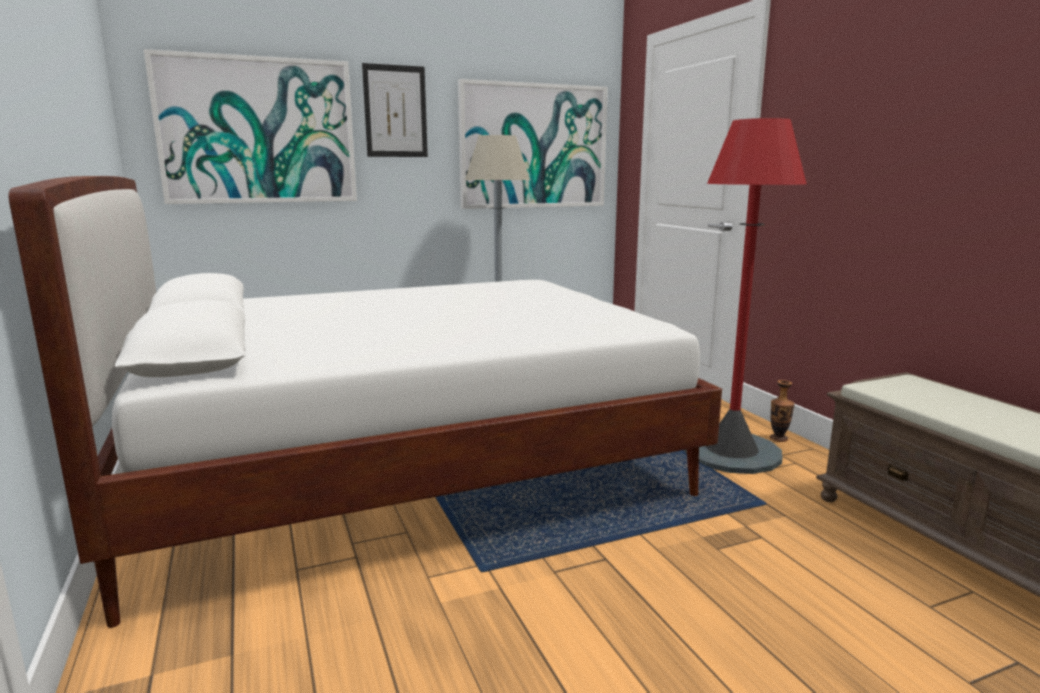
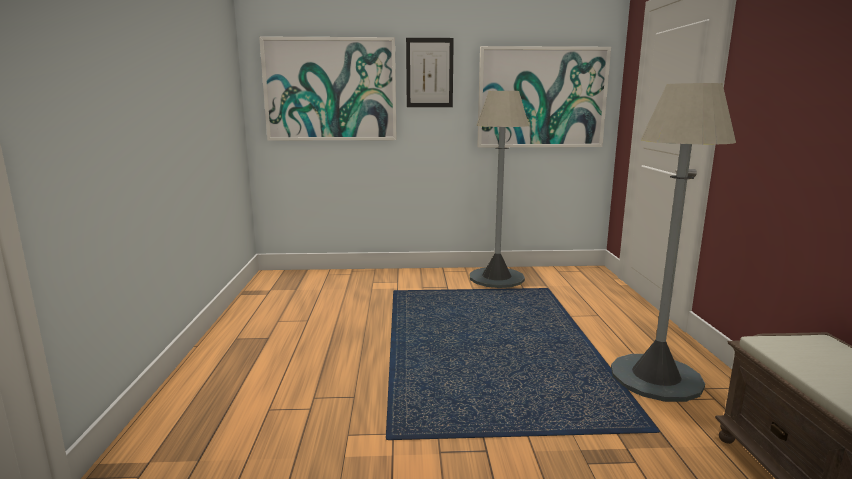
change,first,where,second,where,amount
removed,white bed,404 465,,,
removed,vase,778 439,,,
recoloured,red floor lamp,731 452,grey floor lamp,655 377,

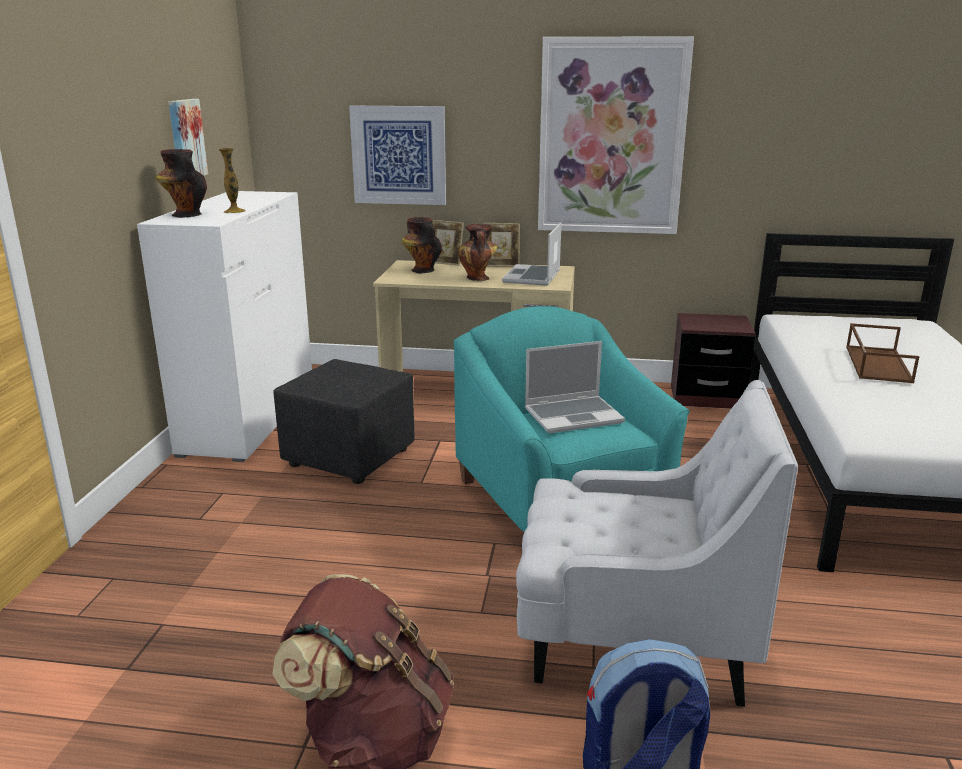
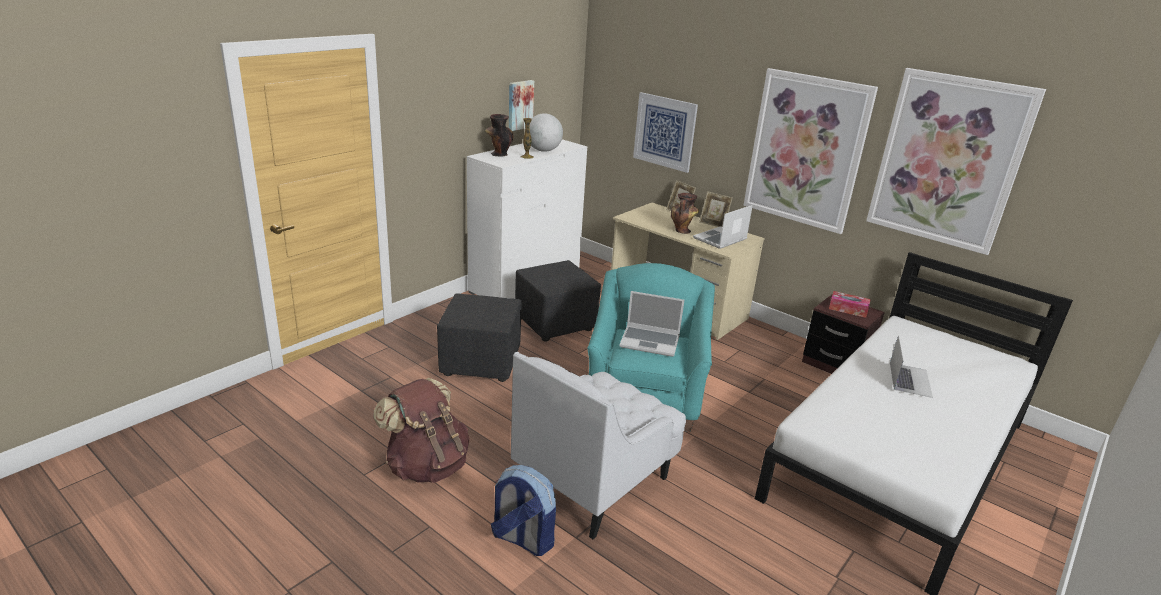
change,first,where,second,where,amount
removed,vase,421 270,,,
added,,,black ottoman,481 362,
added,,,globe,543 150,
added,,,tissue box,848 309,
added,,,picture,948 161,
replaced,brown tray,876 363,laptop,910 379,
turned,white armchair,633 639,,595 481,90 degrees clockwise

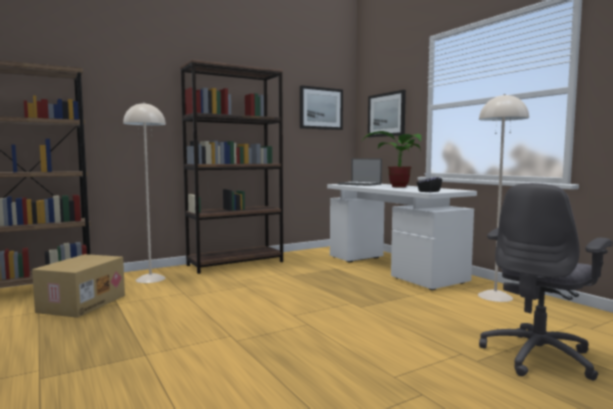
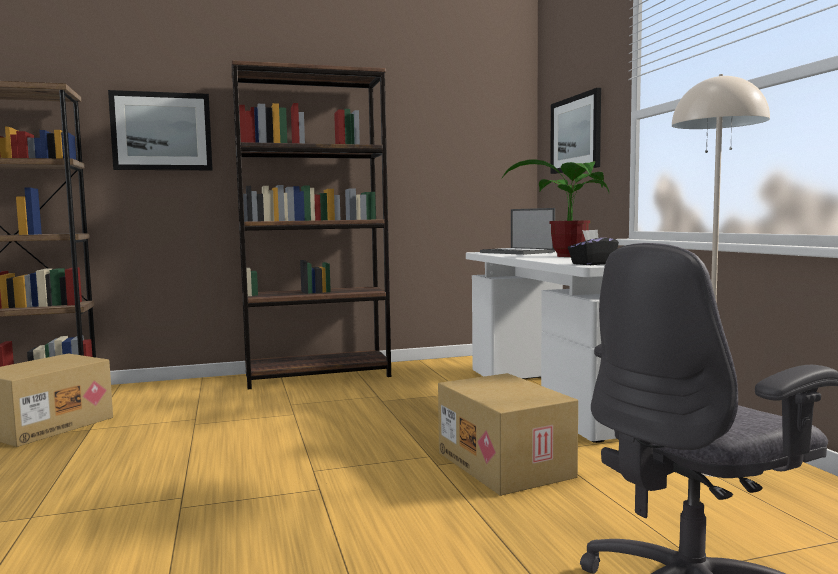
change,first,where,second,where,amount
removed,beige floor lamp,150 279,,,
added,,,cardboard box,506 464,
moved,picture,321 108,,162 131,

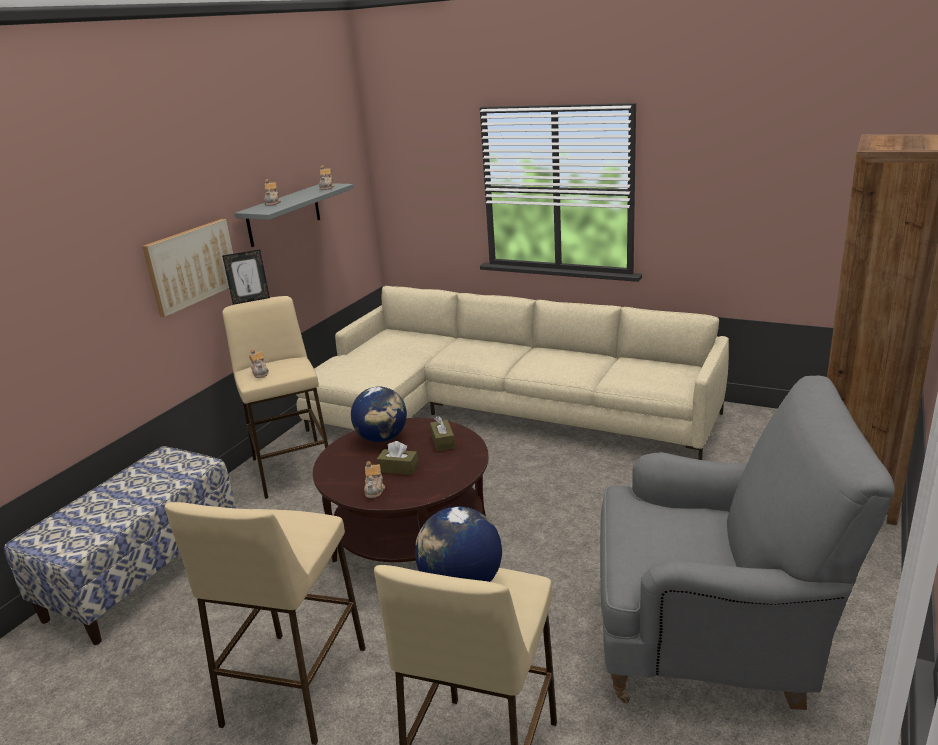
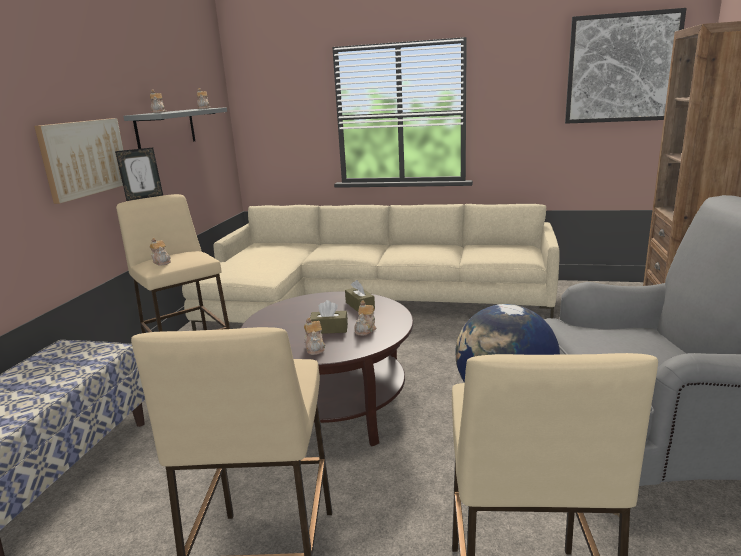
change,first,where,second,where,amount
removed,globe,382 438,,,
added,,,teapot,366 329,
added,,,picture,621 68,

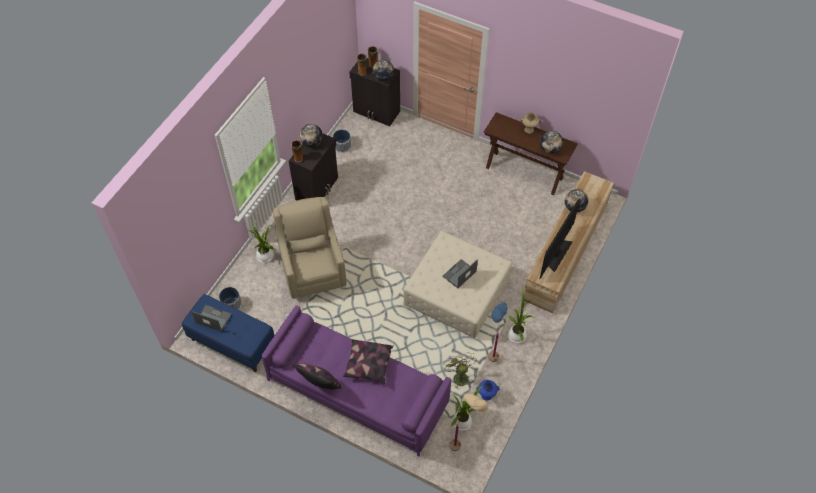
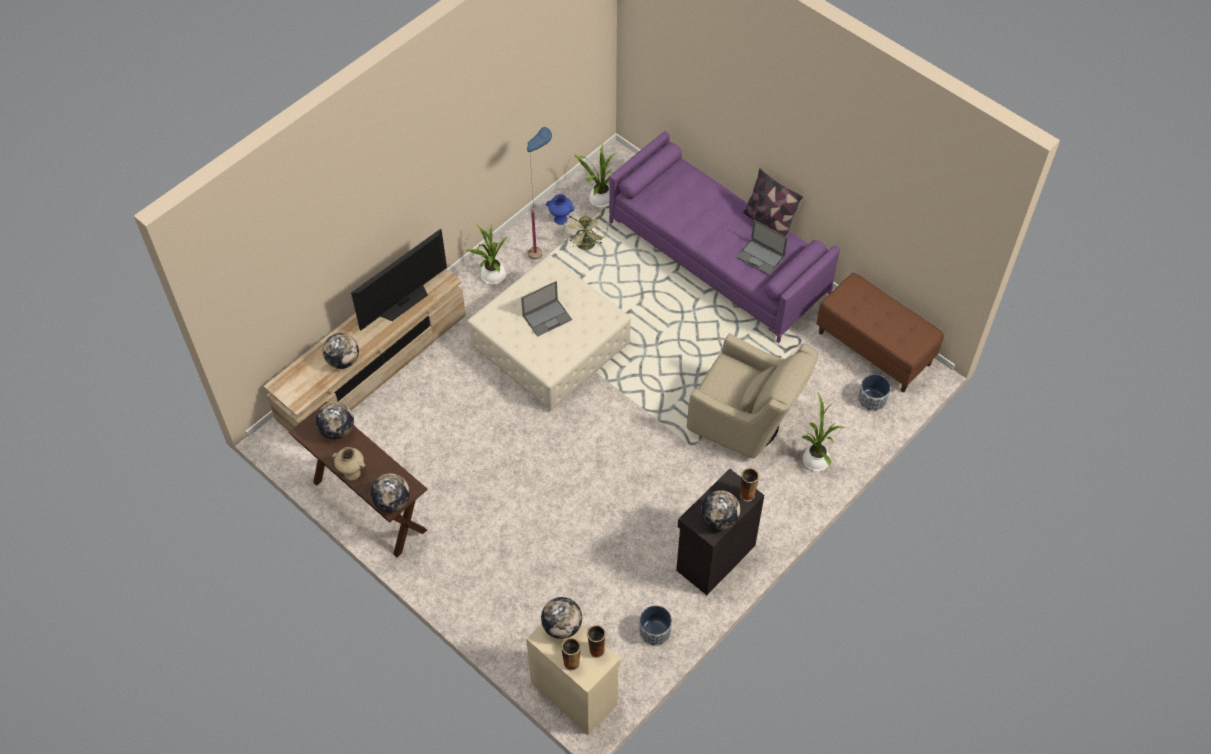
change,first,where,second,where,amount
removed,pillow,368 365,,,
removed,beige floor lamp,463 451,,,
added,,,globe,392 502,
moved,laptop,213 318,,761 257,
recoloured,blue bench,232 343,brown bench,874 348,
recoloured,black cabinet,376 112,beige cabinet,574 692,
turned,beige armchair,313 270,,747 423,60 degrees counterclockwise

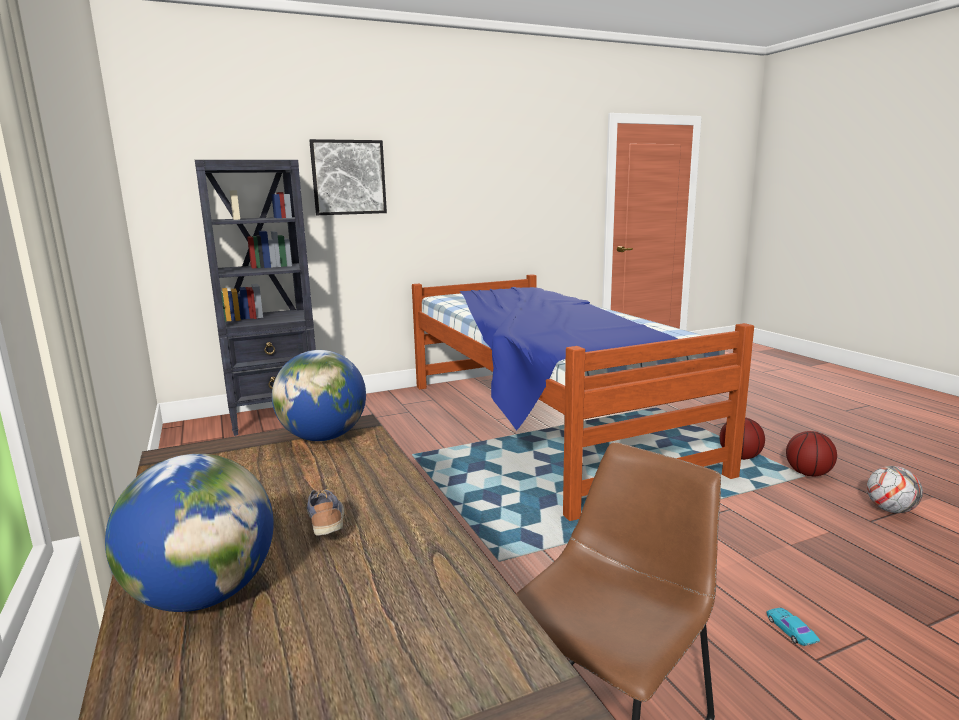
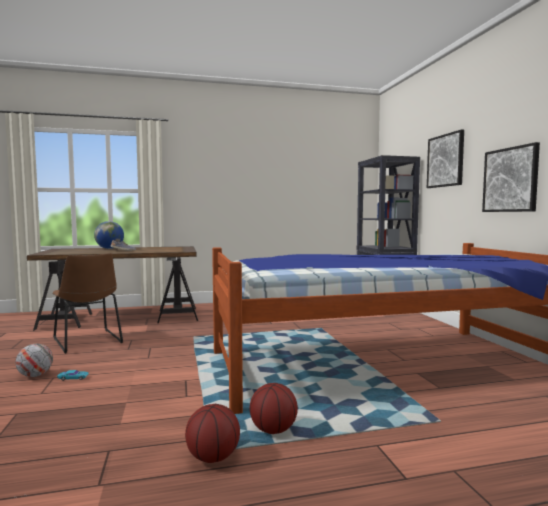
change,first,where,second,where,amount
removed,globe,323 437,,,
added,,,picture,510 180,
moved,football,890 510,,35 375,

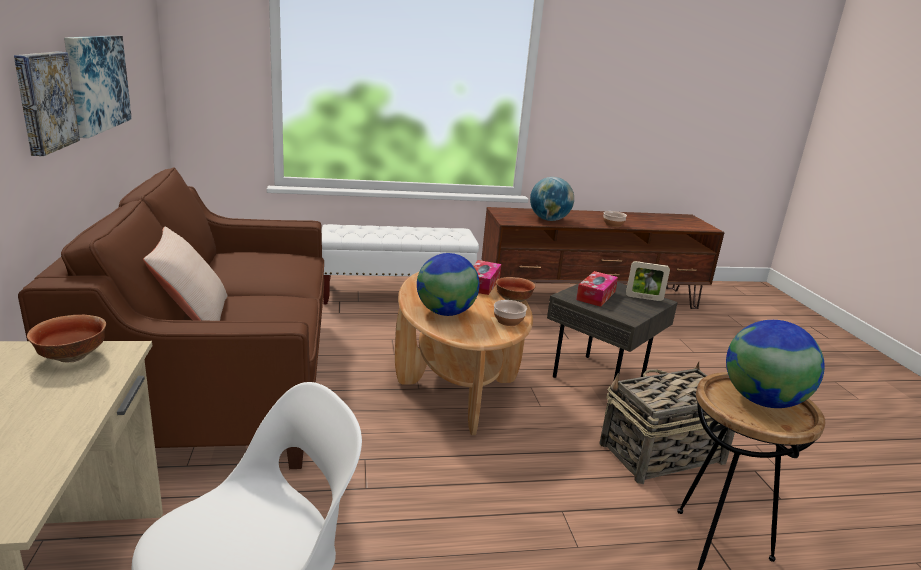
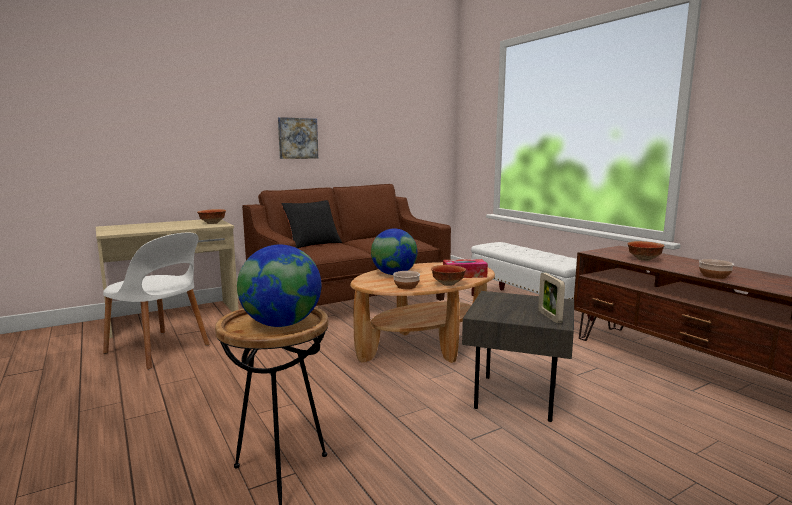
change,first,where,second,where,amount
removed,picture,96 83,,,
removed,tissue box,596 295,,,
removed,basket,660 453,,,
replaced,globe,549 220,bowl,644 259,
recoloured,beige pillow,192 315,black pillow,313 243,

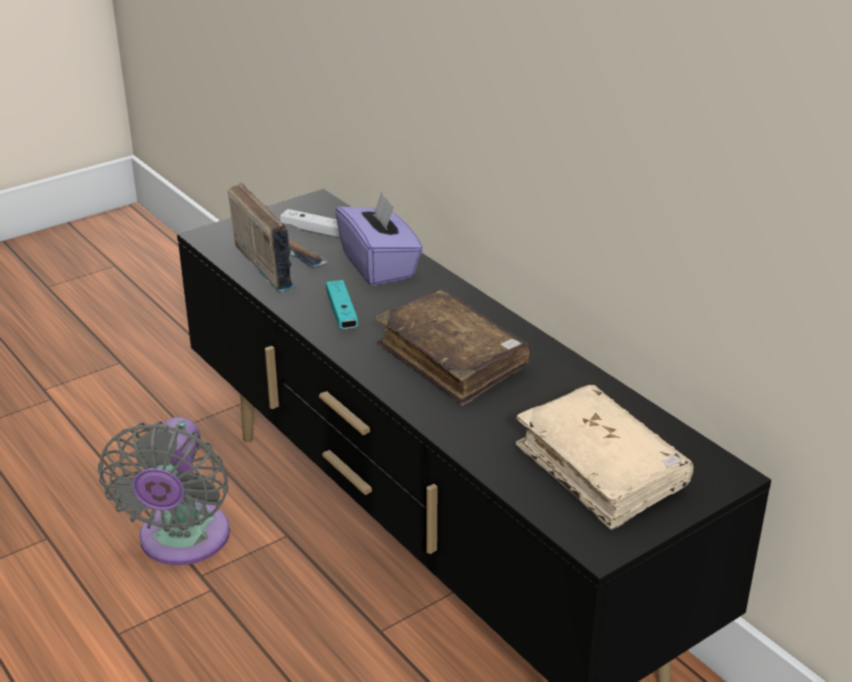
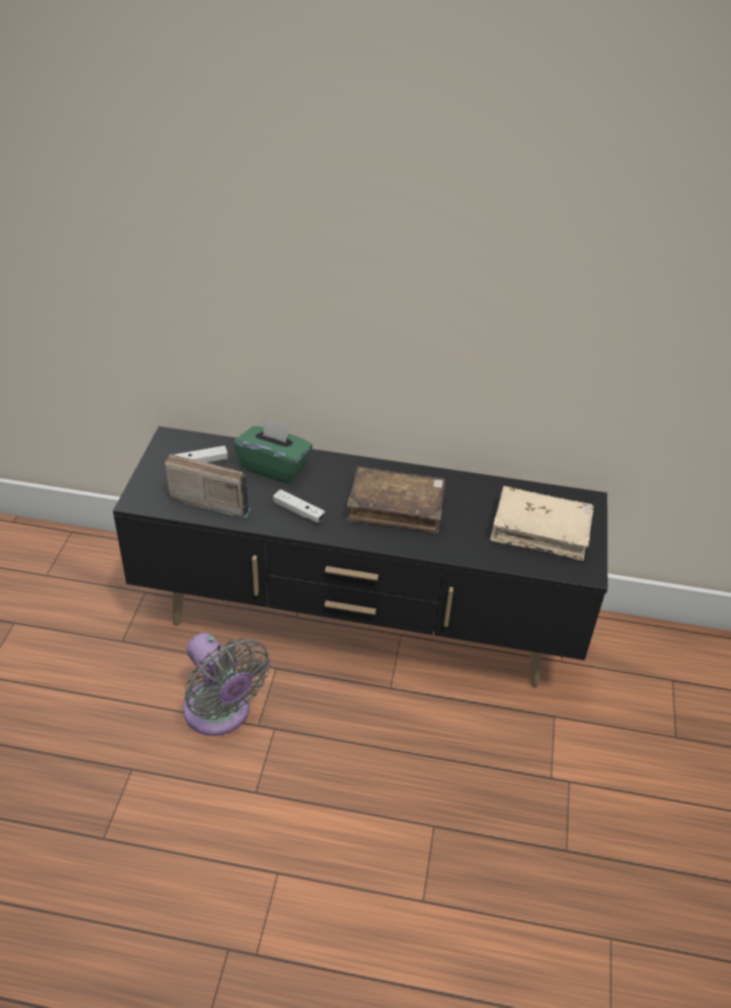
change,first,where,second,where,amount
recoloured,turquoise game controller,342 313,white game controller,298 511,
recoloured,purple tissue box,379 266,green tissue box,274 467,

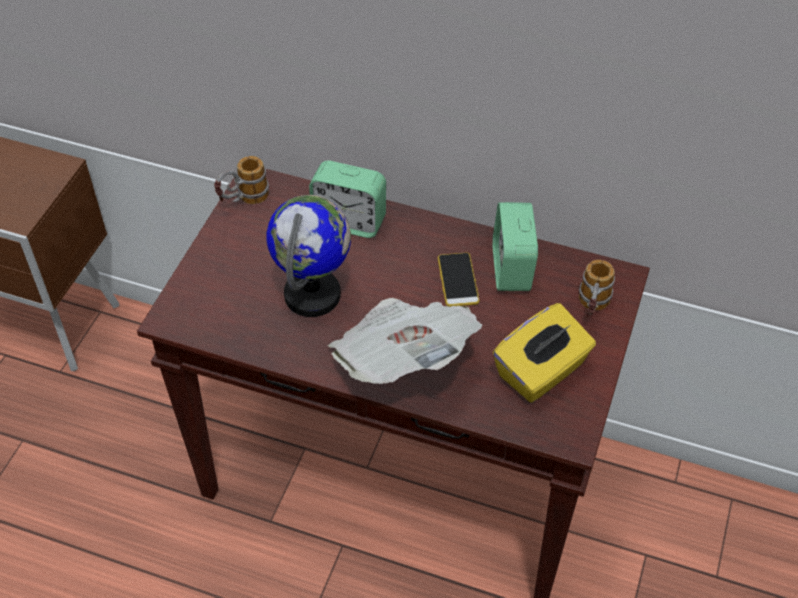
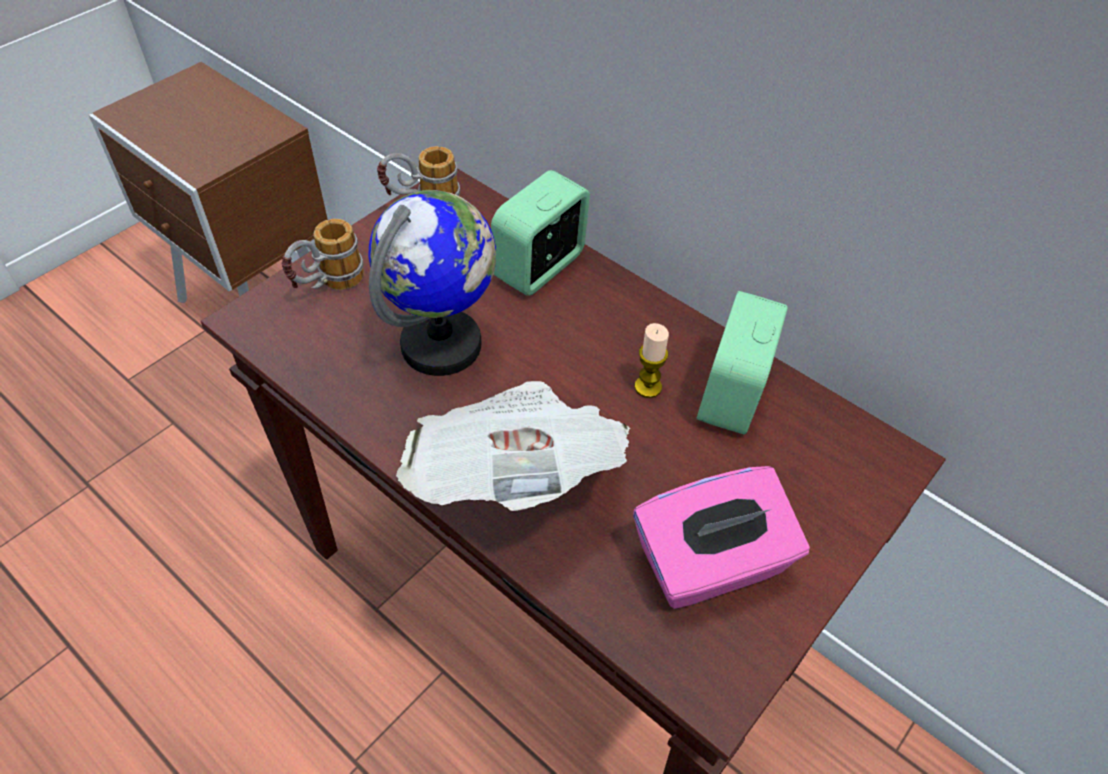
change,first,where,second,where,amount
moved,mug,591 310,,328 287,
replaced,phone,458 280,candle,648 387,
recoloured,yellow tissue box,541 372,pink tissue box,711 564,
turned,alarm clock,349 221,,540 267,90 degrees clockwise

